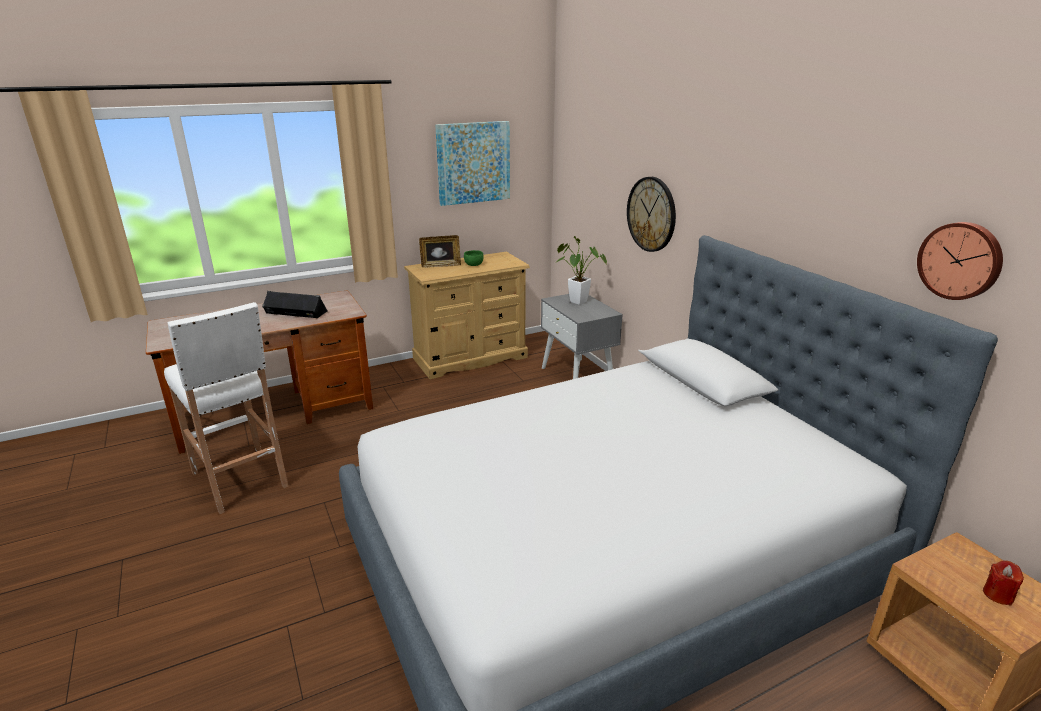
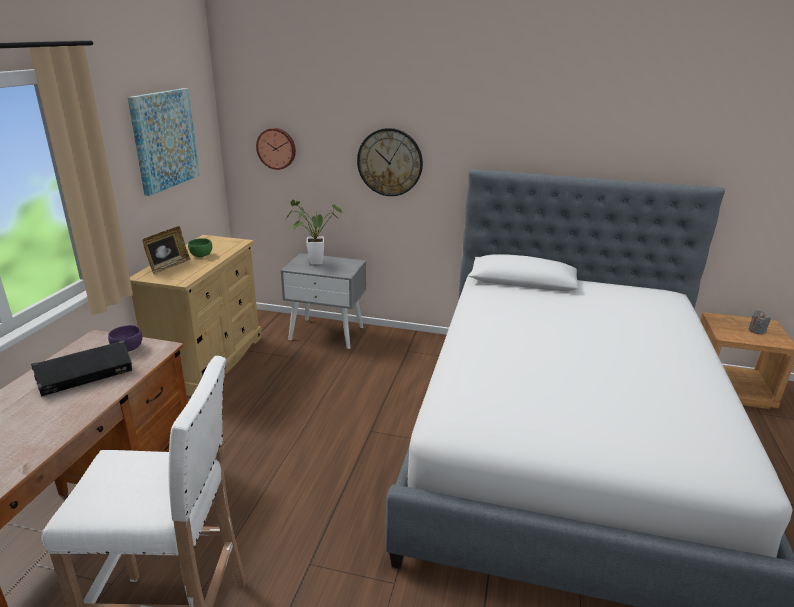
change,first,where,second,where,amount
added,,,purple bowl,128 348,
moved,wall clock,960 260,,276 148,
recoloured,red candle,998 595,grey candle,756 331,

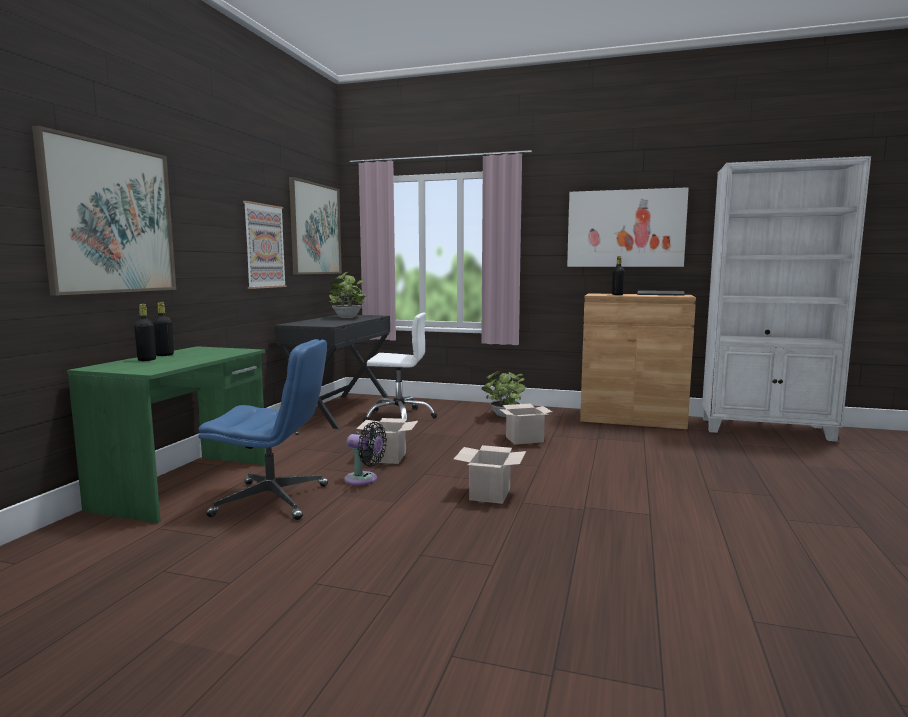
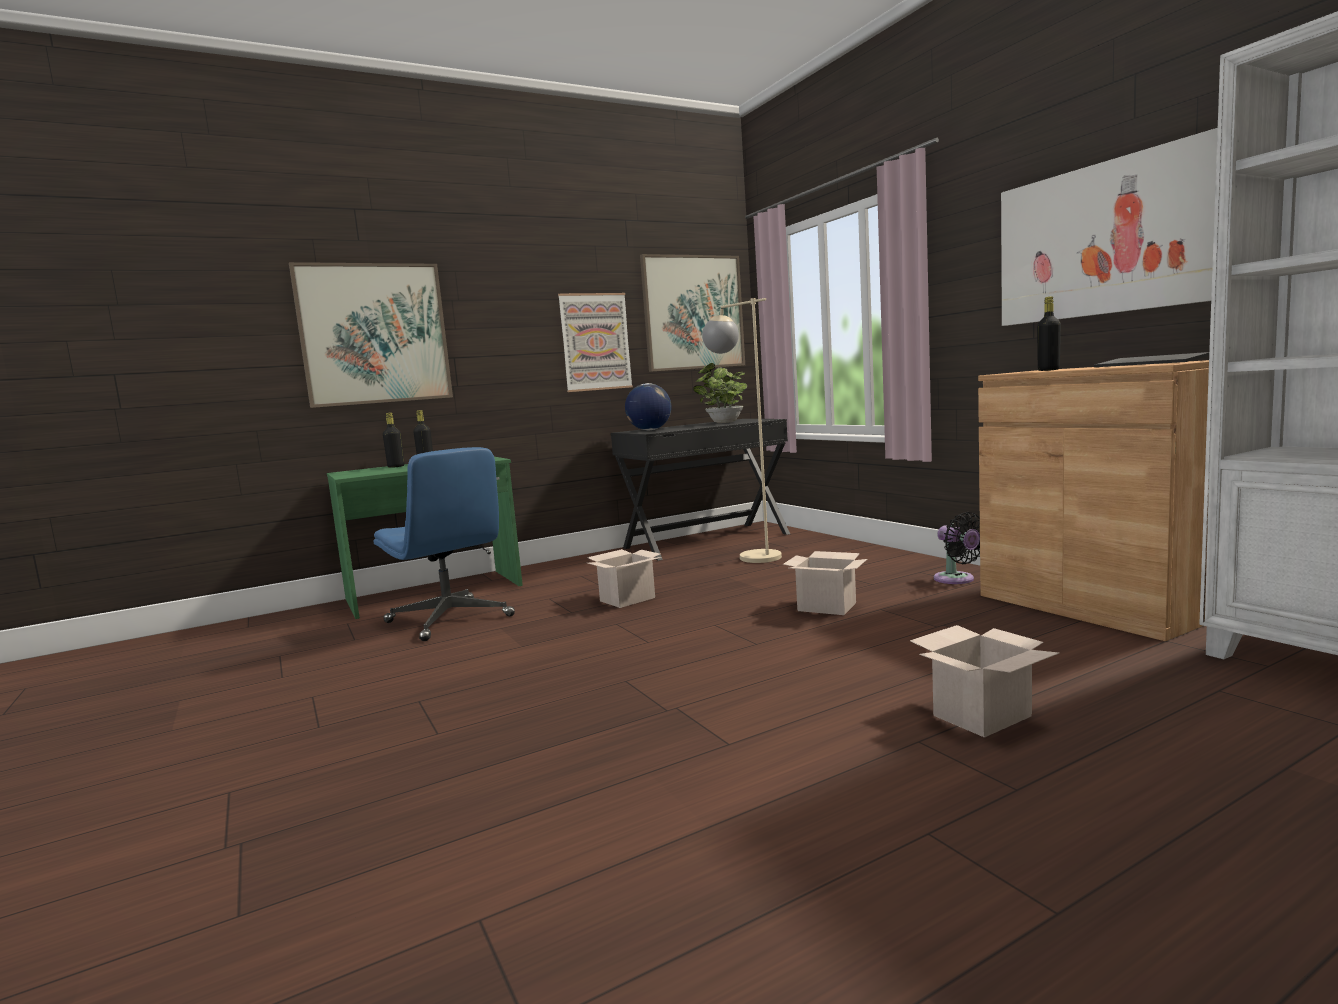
change,first,where,second,where,amount
removed,potted plant,504 416,,,
added,,,globe,649 430,
moved,black fan,364 480,,957 580,
moved,cardboard box,489 493,,982 715,
replaced,white office chair,399 417,beige floor lamp,749 556,

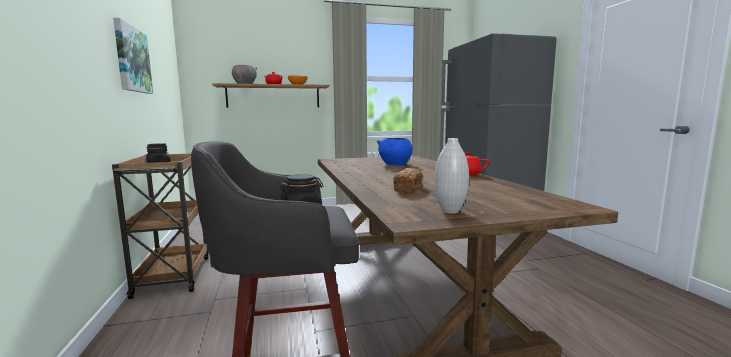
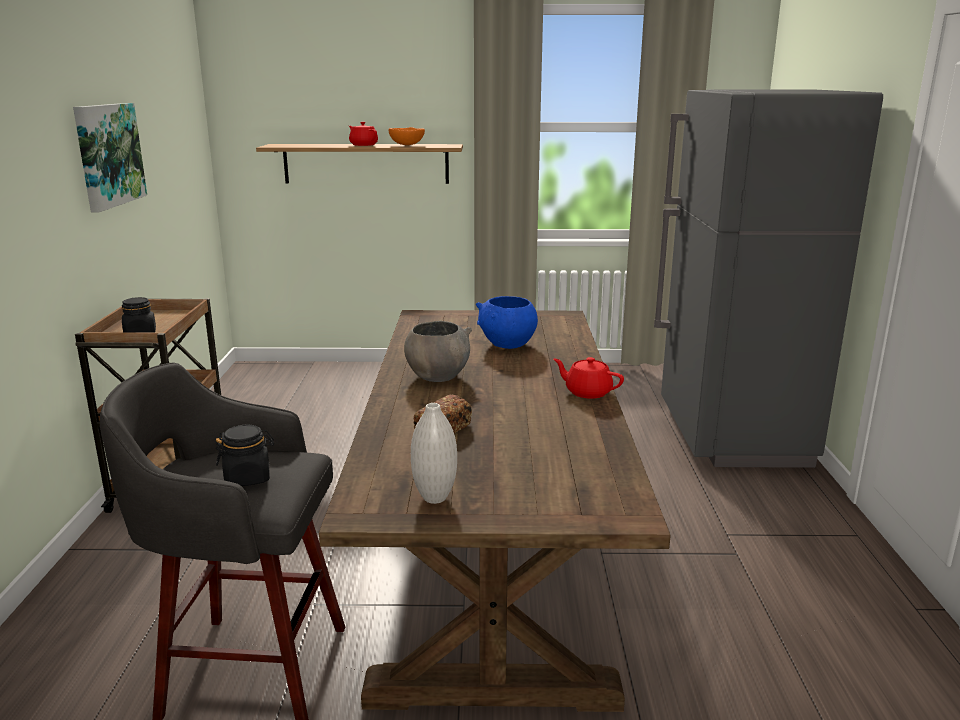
change,first,where,second,where,amount
moved,grey bowl,245 84,,437 376,

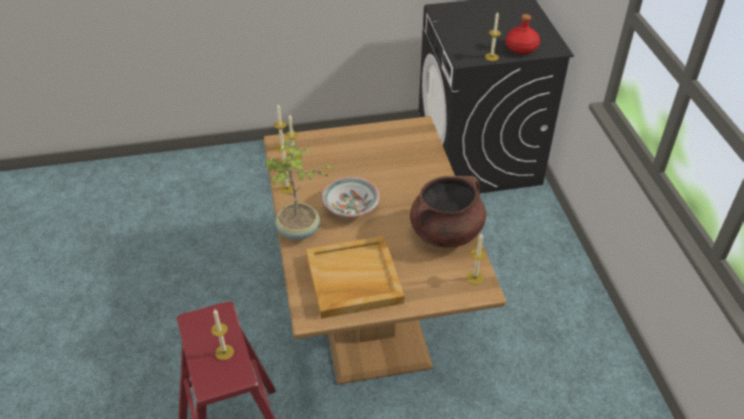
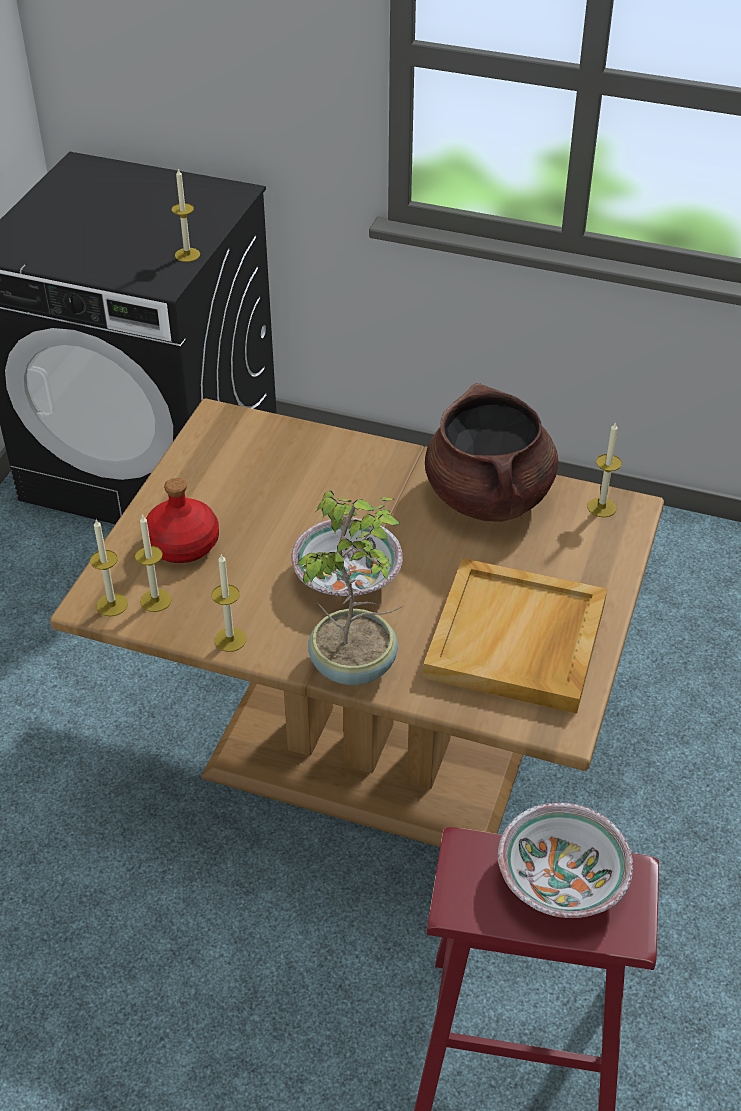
change,first,where,second,where,amount
moved,red bottle,521 48,,182 544,
replaced,candle,224 352,bowl,563 879,

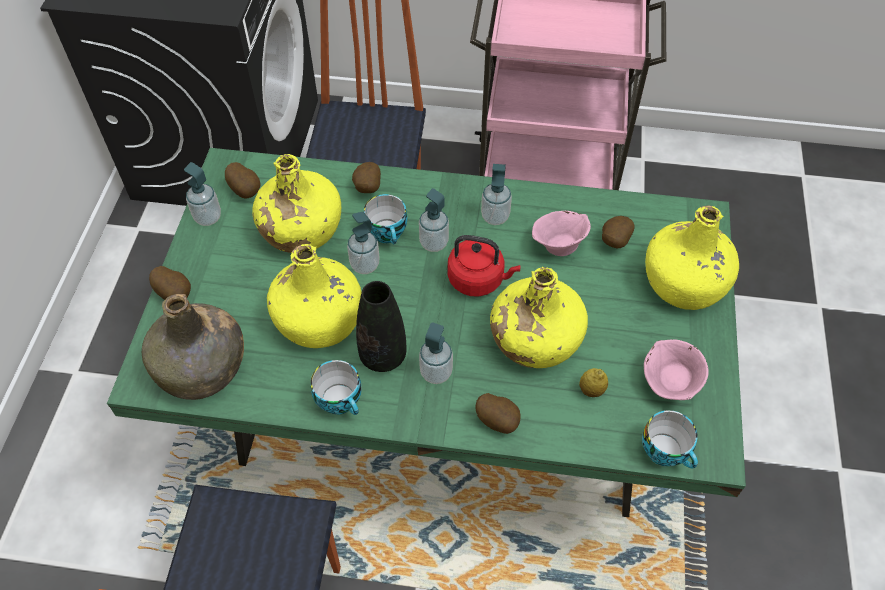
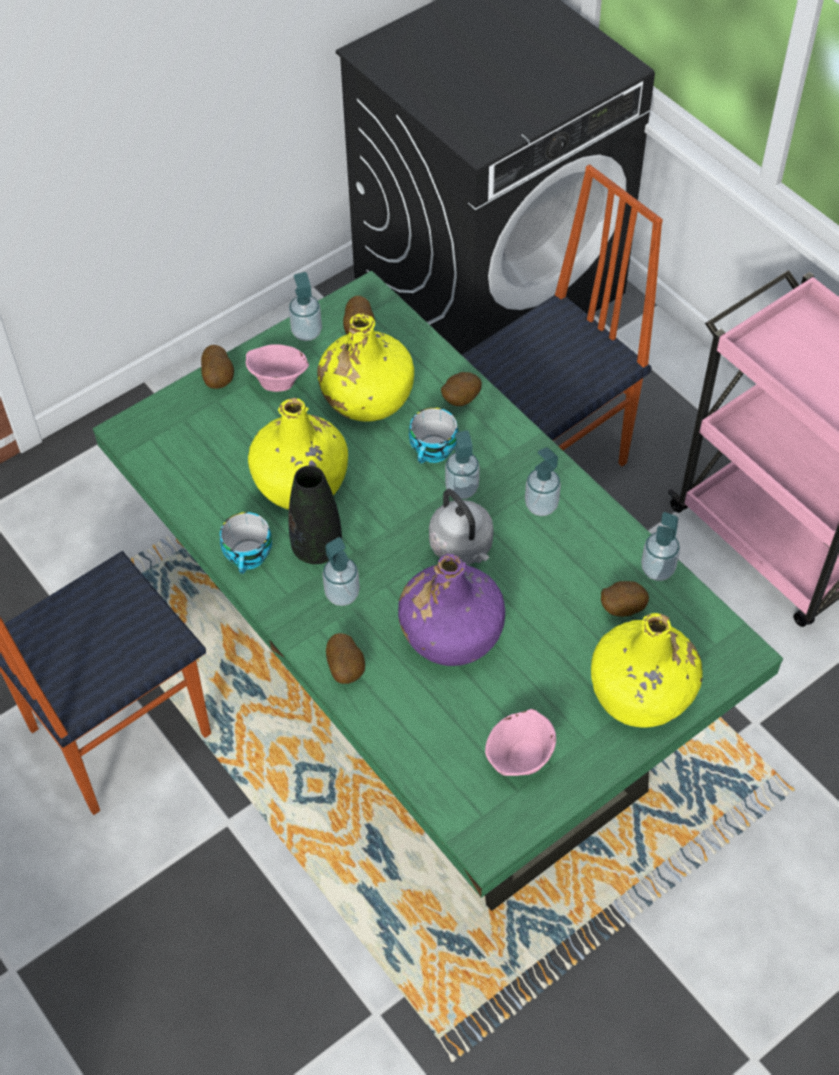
change,first,where,second,where,amount
removed,green bottle,202 367,,,
removed,lemon,591 390,,,
removed,cup,666 451,,,
moved,soap dispenser,365 265,,657 569,
moved,pink bowl,558 245,,277 381,
recoloured,red kettle,478 279,grey kettle,463 548,
recoloured,yellow bottle,535 338,purple bottle,451 632,

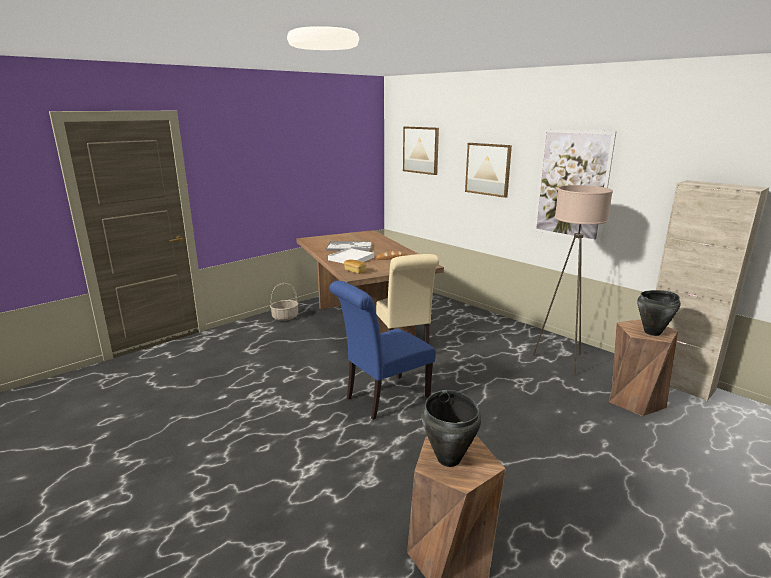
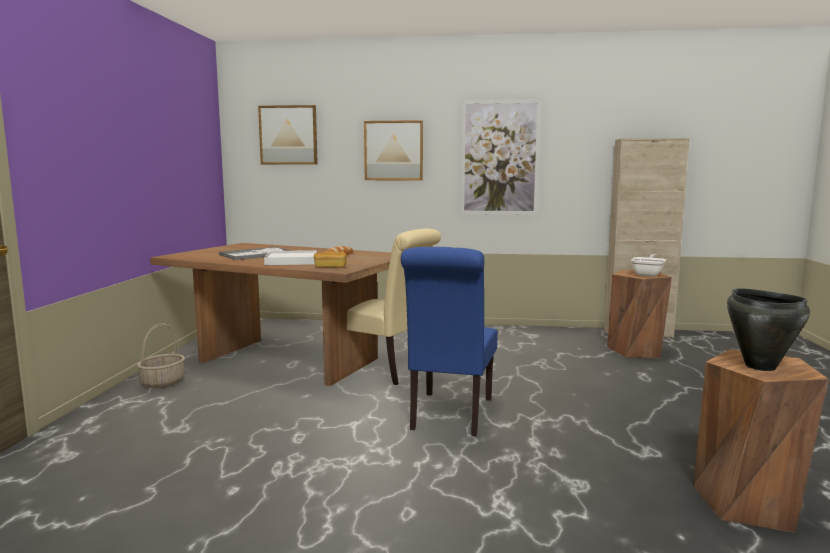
change,first,where,second,where,amount
removed,beige floor lamp,562 361,,,
replaced,black cooking pot,653 332,frying pan,648 274,

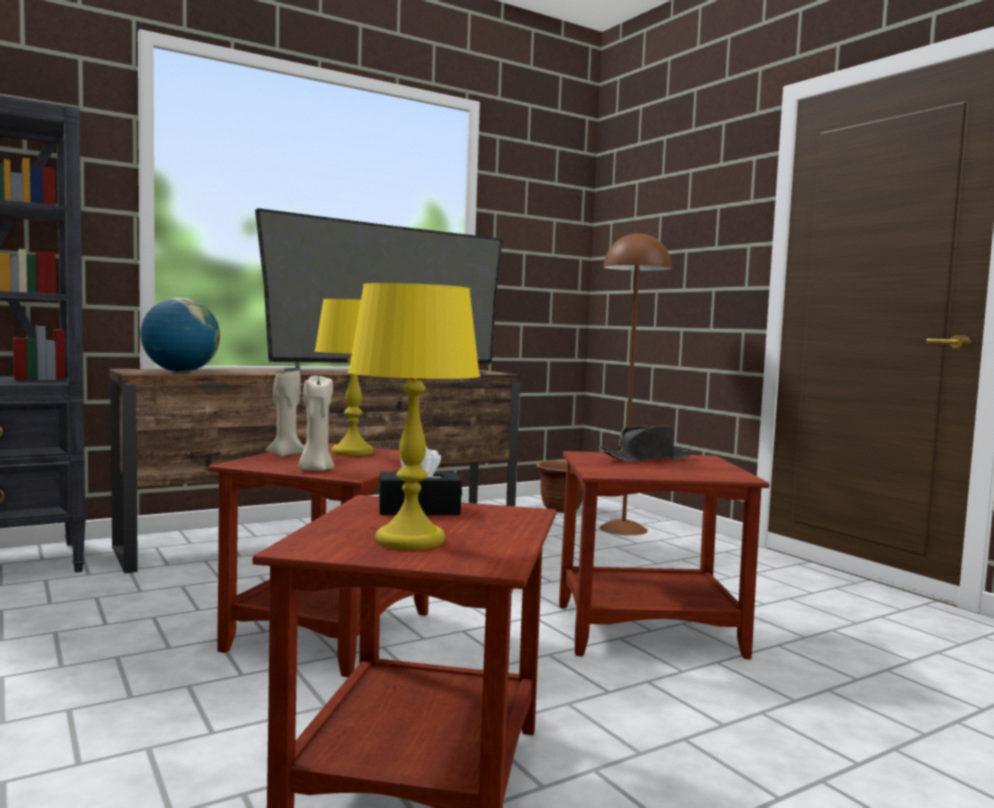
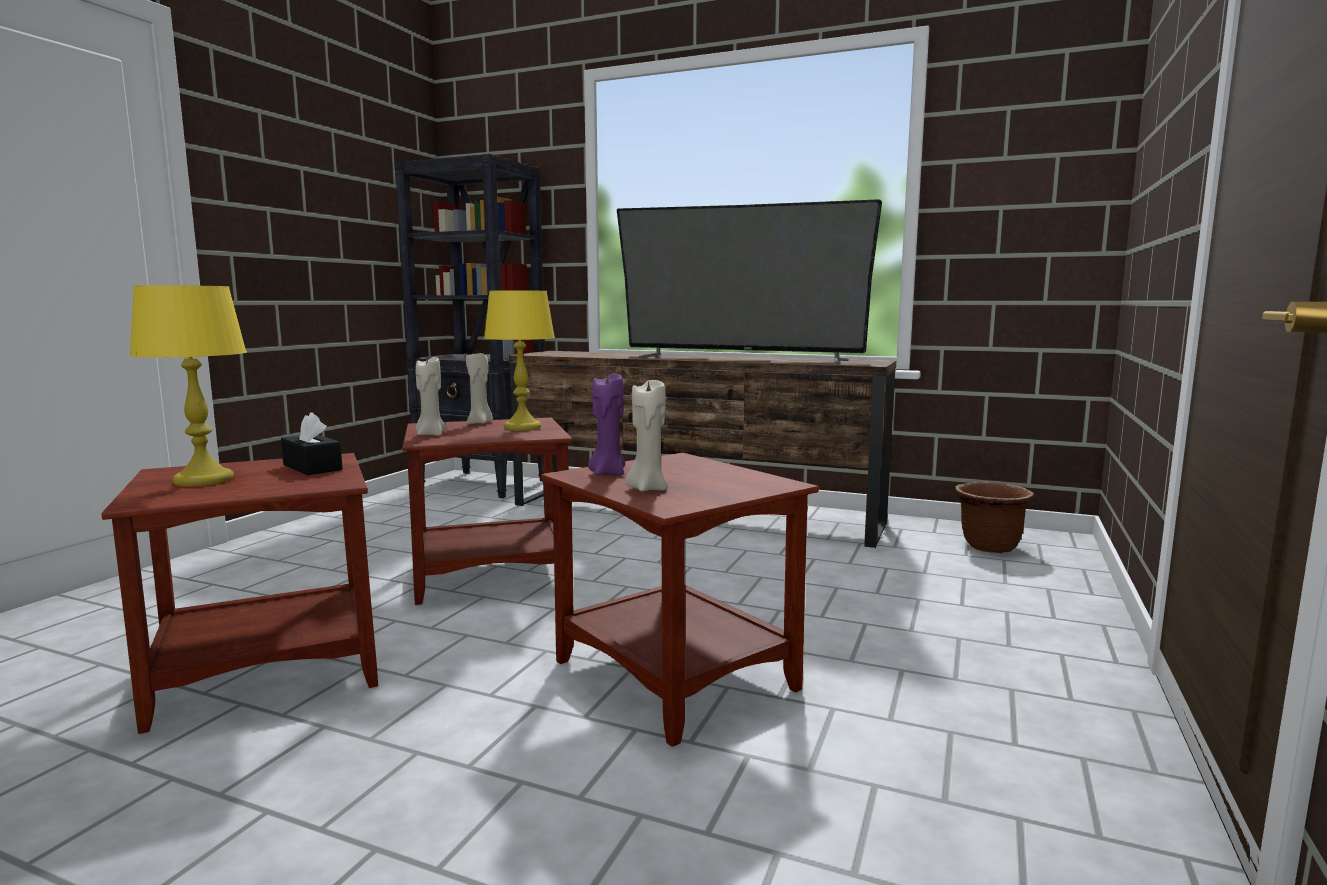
change,first,where,second,where,amount
removed,globe,181 372,,,
removed,brown floor lamp,623 529,,,
removed,black hat,647 459,,,
added,,,purple candle,607 473,
added,,,beige candle,647 489,

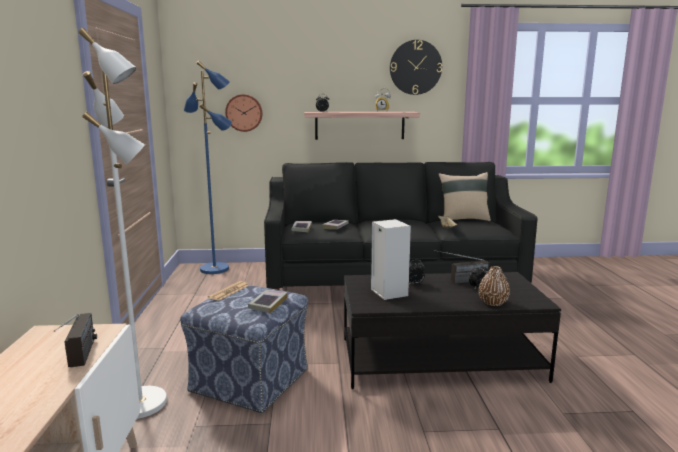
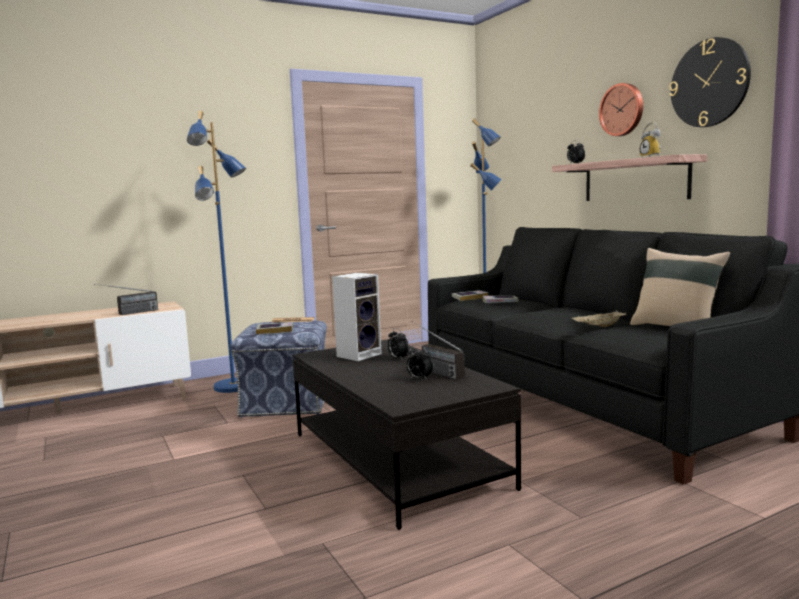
change,first,where,second,where,amount
removed,brown vase,493 303,,,
moved,wall clock,244 113,,622 110,
recoloured,white floor lamp,142 403,blue floor lamp,234 387,

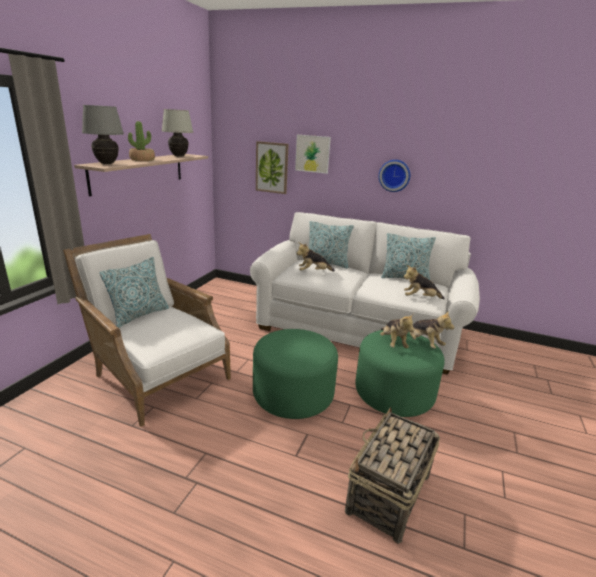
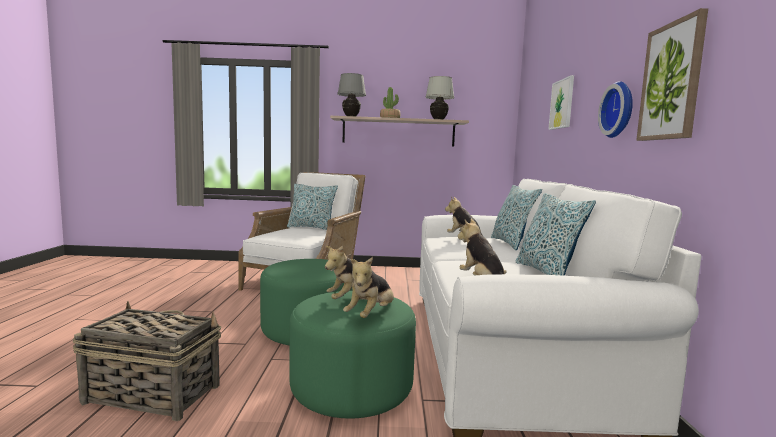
change,first,where,second,where,amount
moved,picture,272 167,,671 81,

